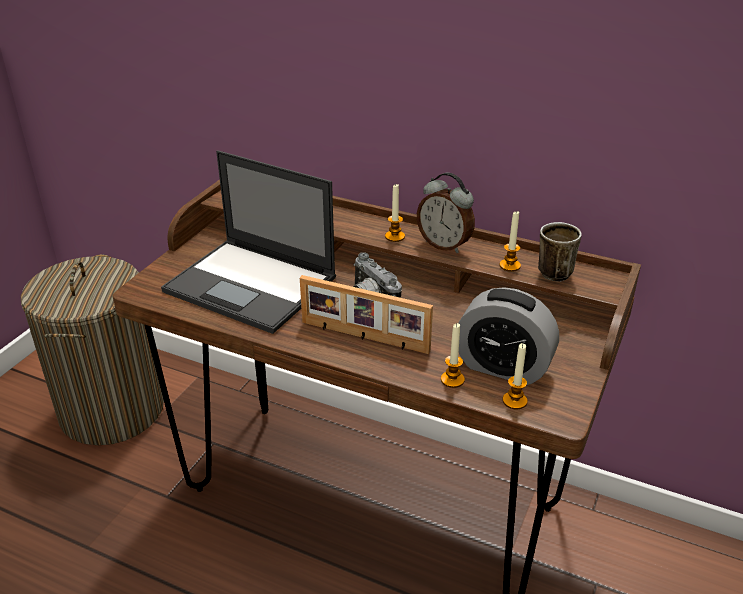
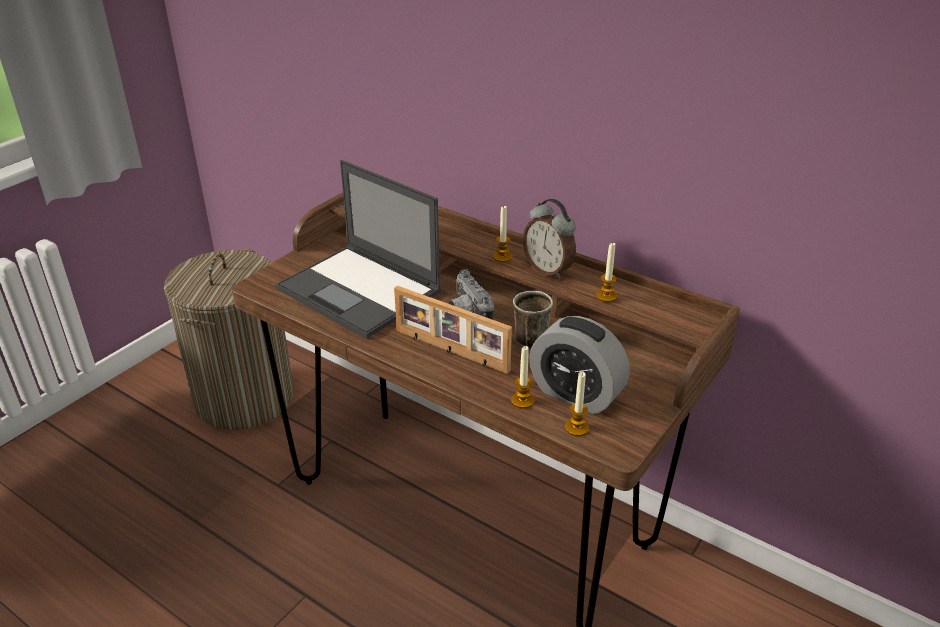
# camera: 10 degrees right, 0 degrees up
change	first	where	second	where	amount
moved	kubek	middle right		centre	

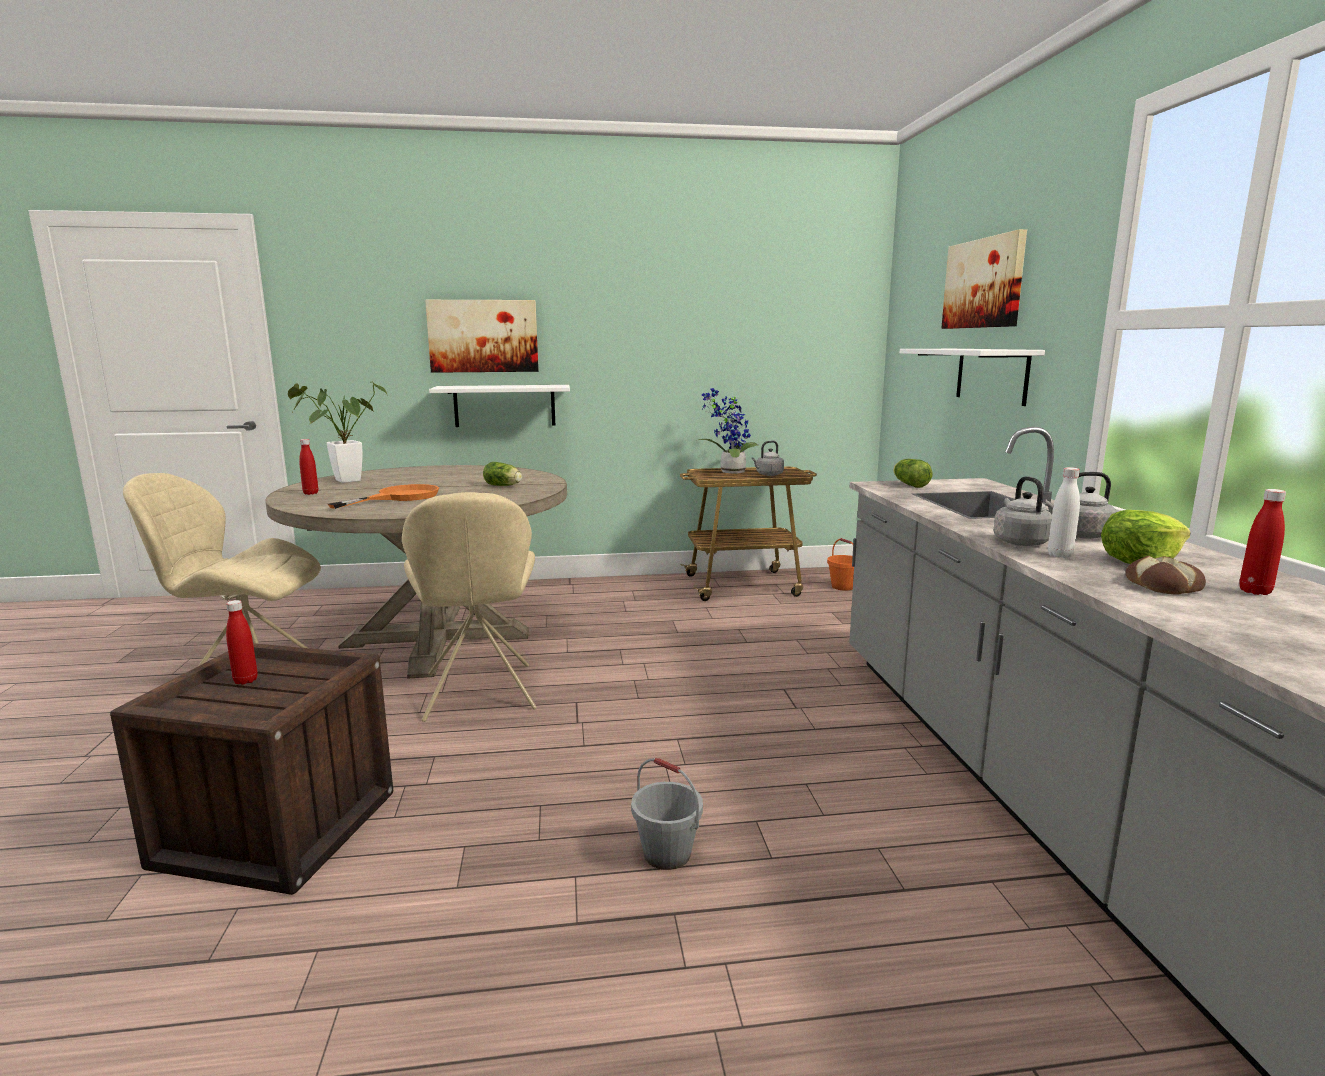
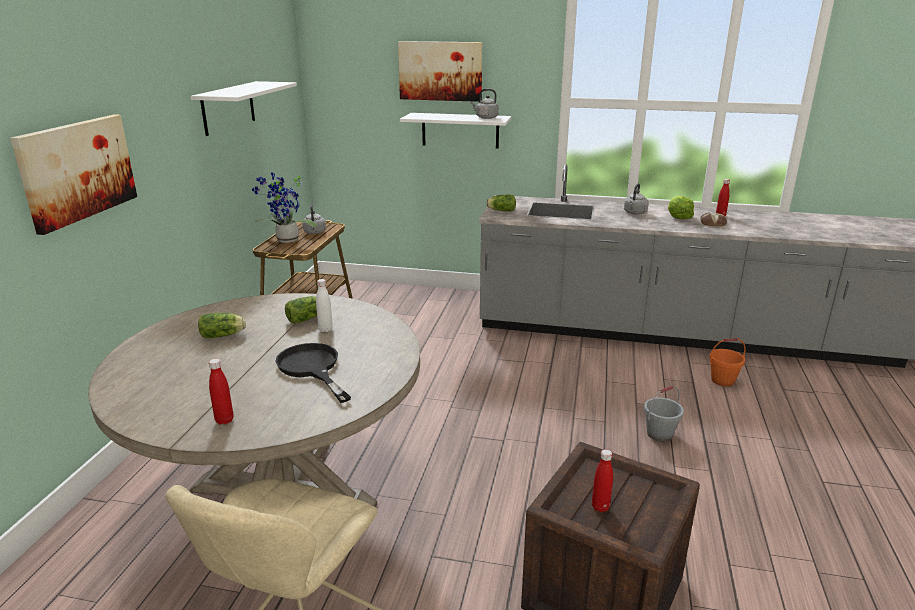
# camera: 70 degrees left, 10 degrees up
change	first	where	second	where	amount
removed	roślina doniczkowa (1st from left)	middle left			
removed	krzesło/beżowy (2nd from left)	centre			
added			sałata (1st from left)	middle left	
moved	półka/biały (1st from left)	centre		top left	
moved	wiadro/pomarańczowy	centre		middle right	
moved	czajnik/szary (2nd from left)	middle right		top centre	
moved	butelka/biały	middle right		centre	
recoloured	patelnia/pomarańczowy	middle left	patelnia/czarny	centre	

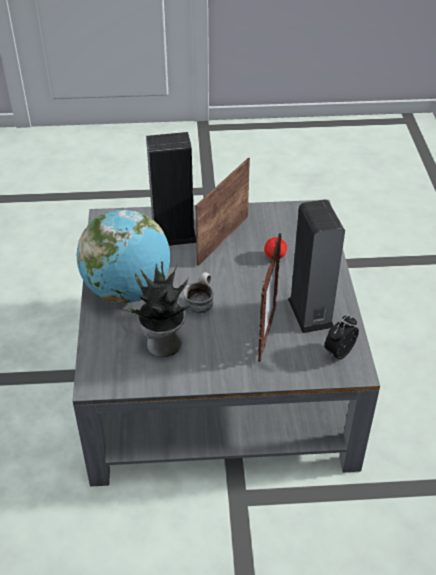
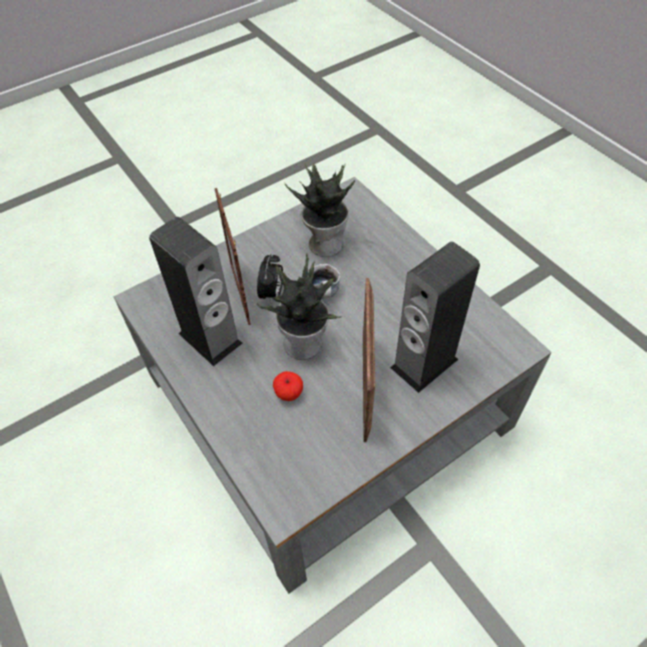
# camera: 150 degrees right, 10 degrees up
change	first	where	second	where	amount
removed	globus	middle left			
added			roślina doniczkowa (1st from left)	centre	
moved	budzik	middle right		centre	

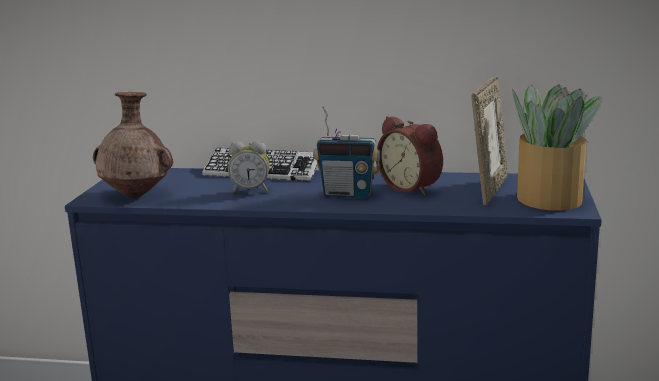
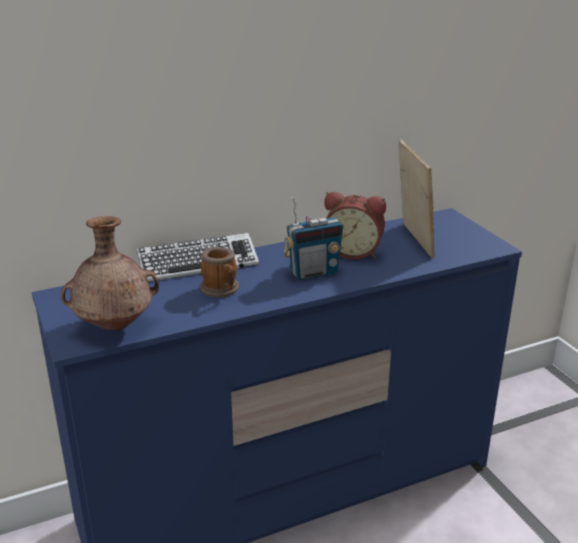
# camera: 35 degrees left, 10 degrees up
change	first	where	second	where	amount
removed	roślina doniczkowa	middle right			
replaced	budzik (1st from left)	centre	kubek	centre	

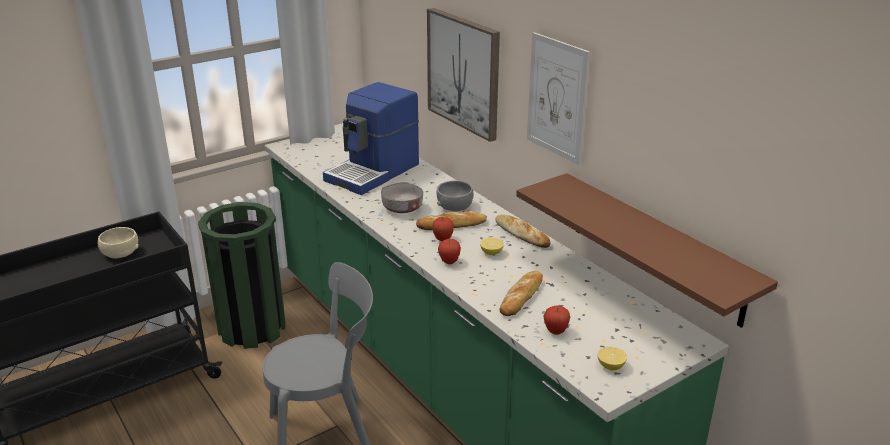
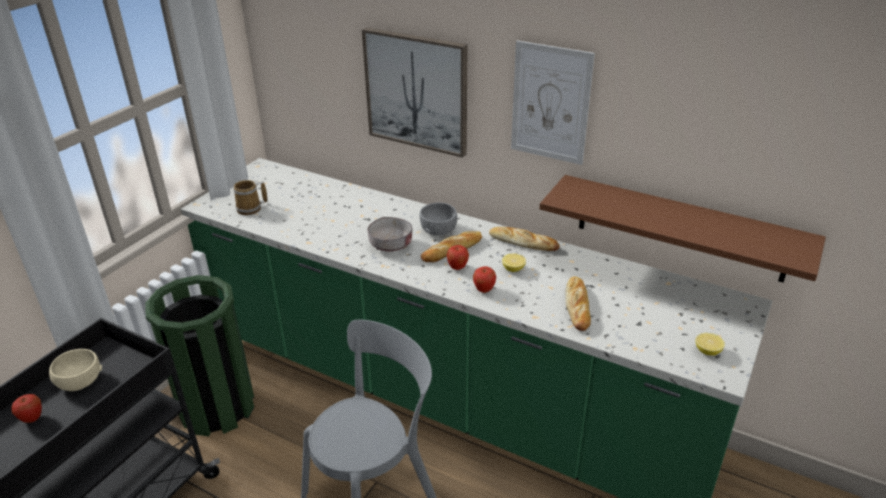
# camera: 25 degrees left, 5 degrees up
change	first	where	second	where	amount
removed	ekspres do kawy	top centre			
added			kubek	middle left	
moved	jabłko (3rd from left in the first image)	bottom centre	jabłko (1st from left)	bottom left	

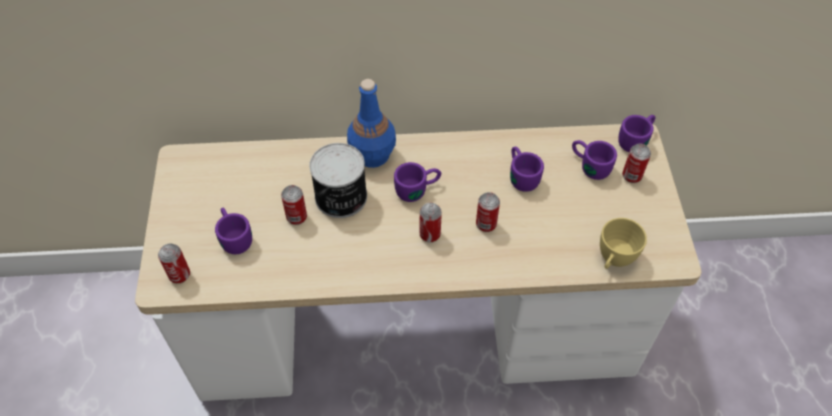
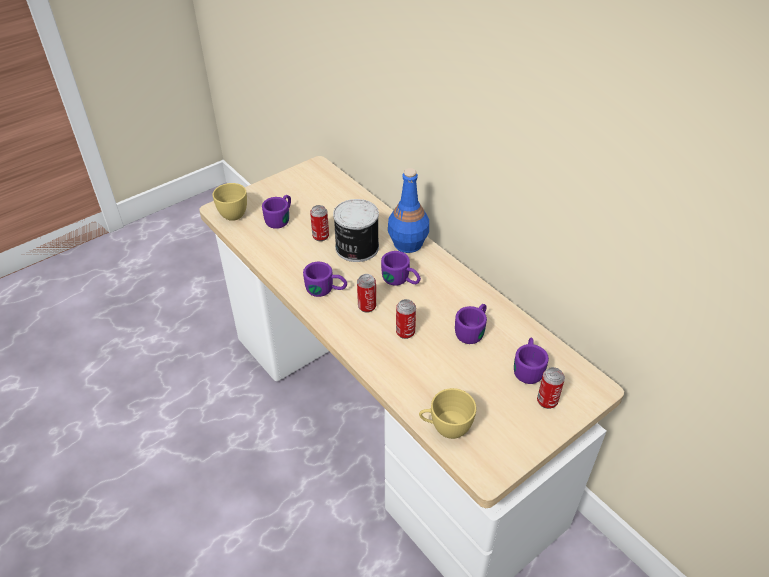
# camera: 55 degrees right, 10 degrees down
change	first	where	second	where	amount
moved	kubek/fioletowy (5th from left in the first image)	top right	kubek/fioletowy (2nd from left)	centre	
replaced	puszka (1st from left)	middle left	filiżanka/żółty (1st from left)	middle left	

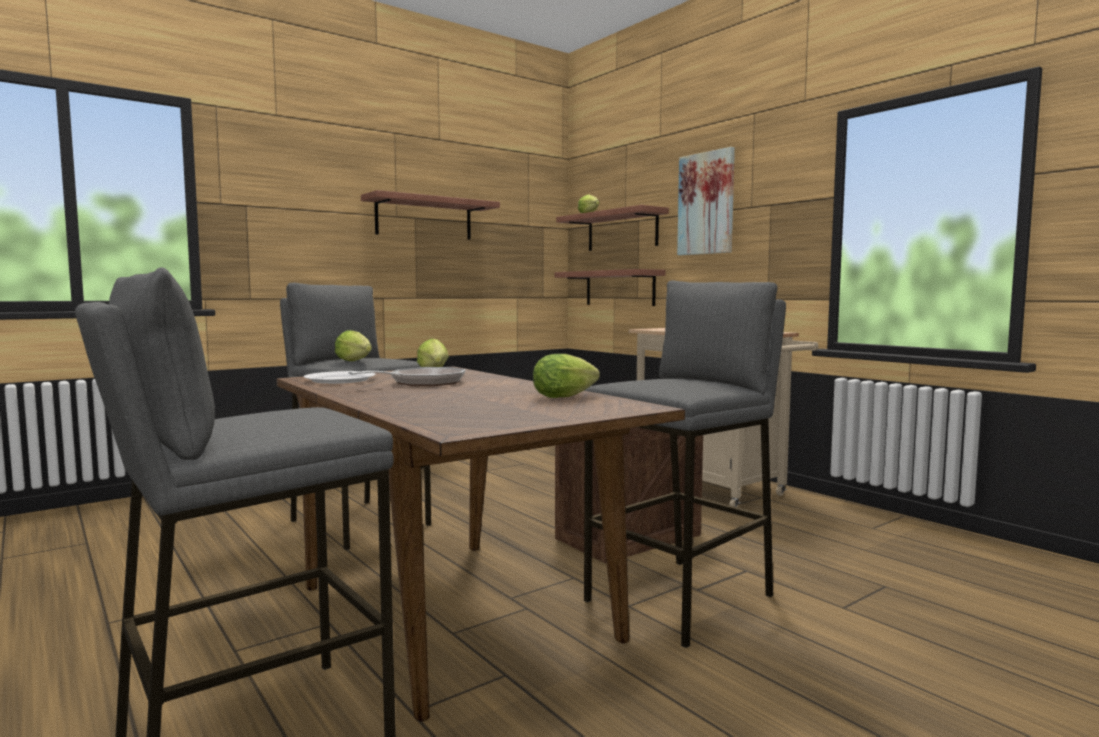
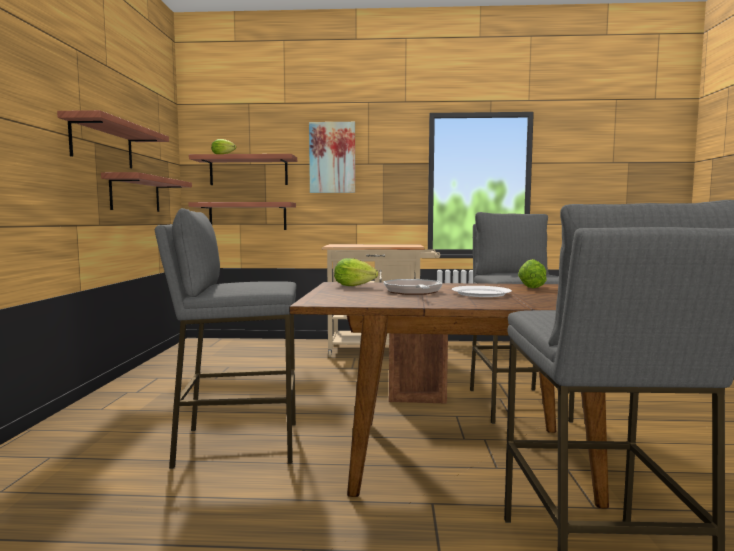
# camera: 50 degrees left, 0 degrees up
change	first	where	second	where	amount
removed	sałata (1st from left)	middle left			
added			półka (2nd from left)	middle left	
moved	talerz/biały	middle left		centre	

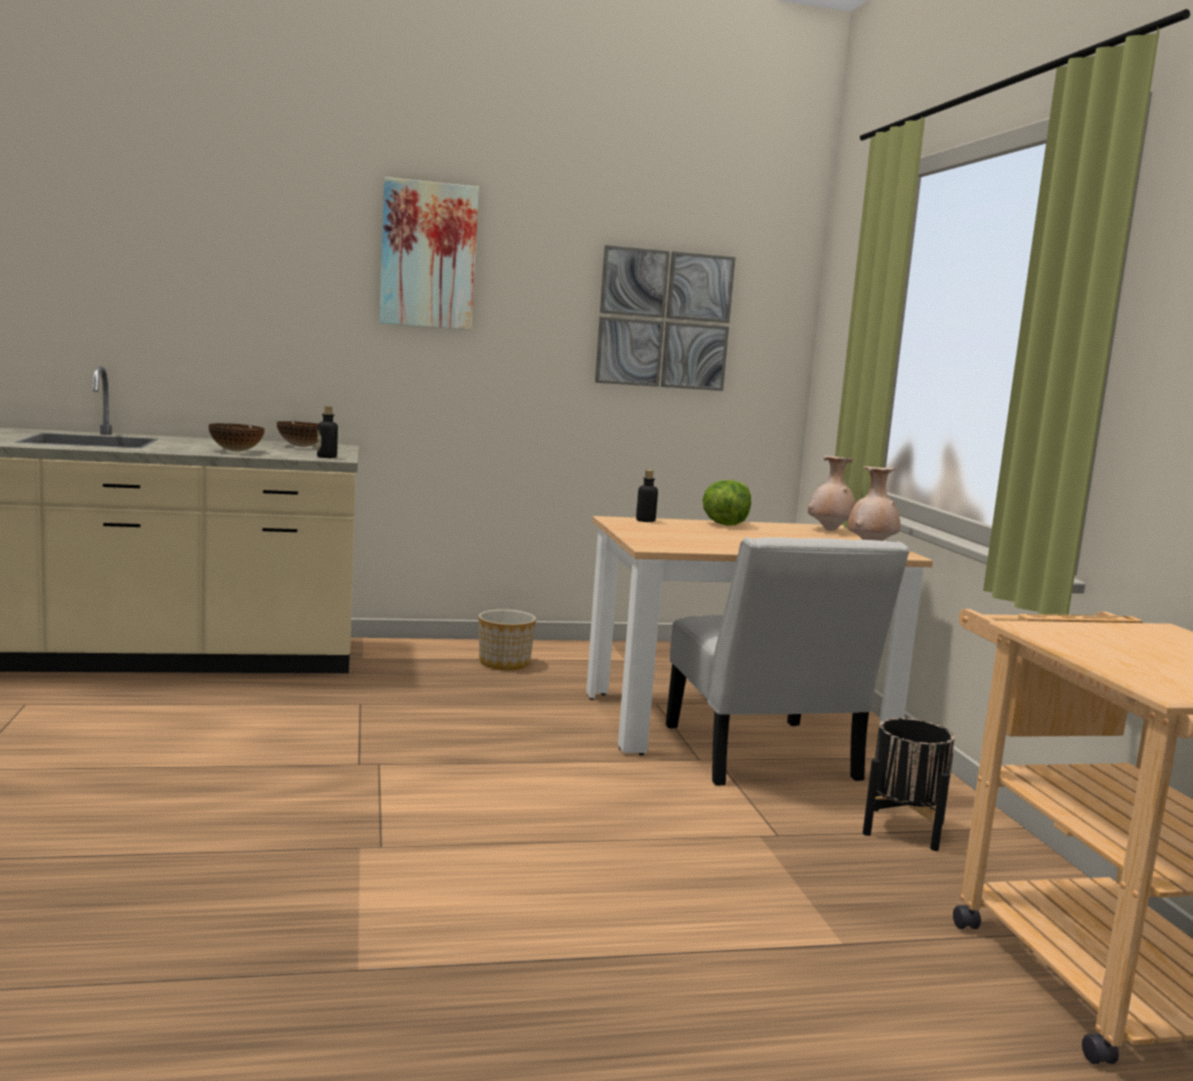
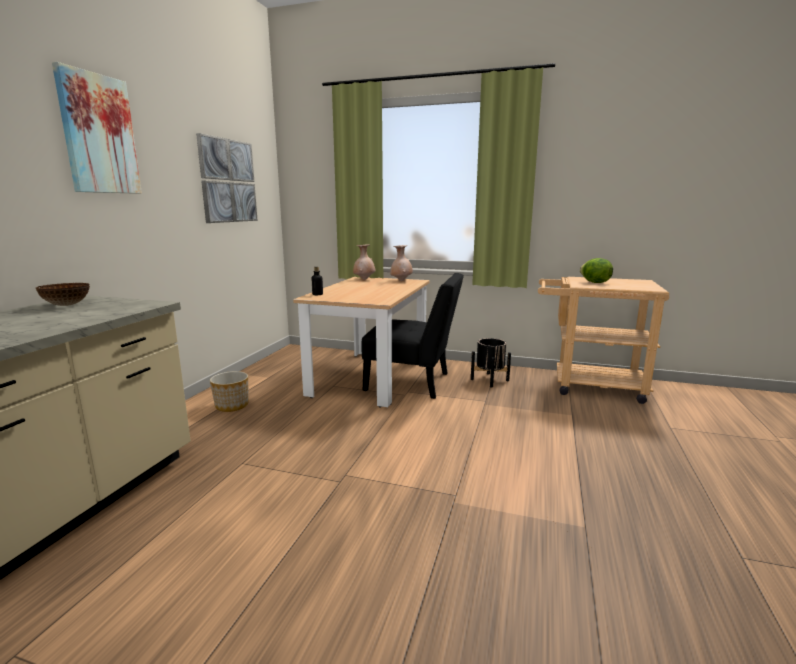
# camera: 60 degrees left, 5 degrees up
change	first	where	second	where	amount
removed	miska (1st from left)	middle left			
removed	butelka (1st from left)	middle left			
moved	sałata	centre		middle right	
recoloured	krzesło/biały	centre	krzesło/czarny	centre	

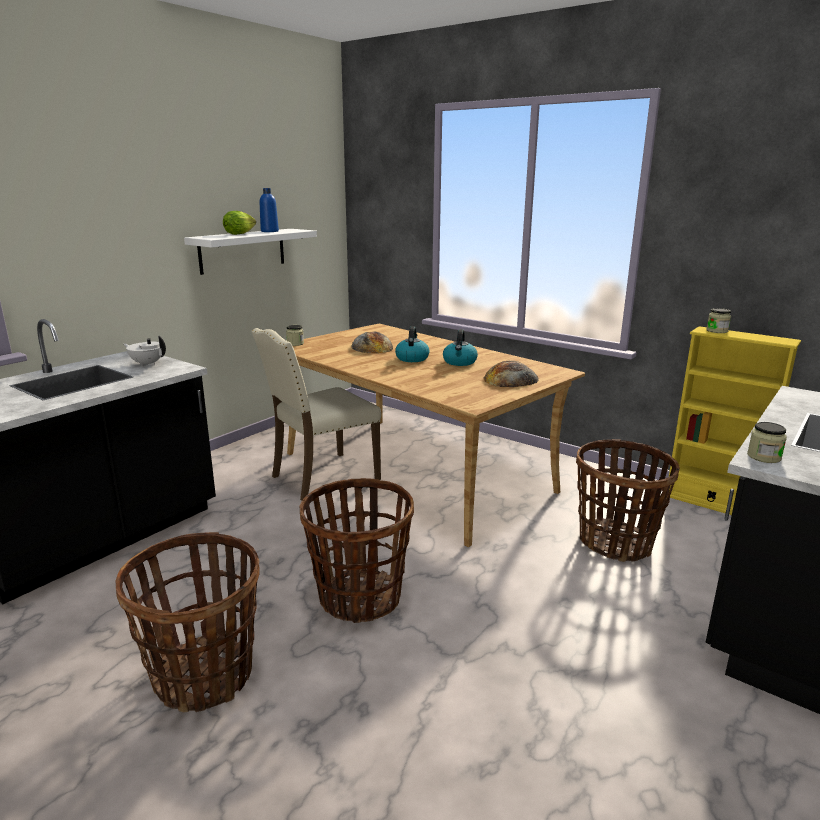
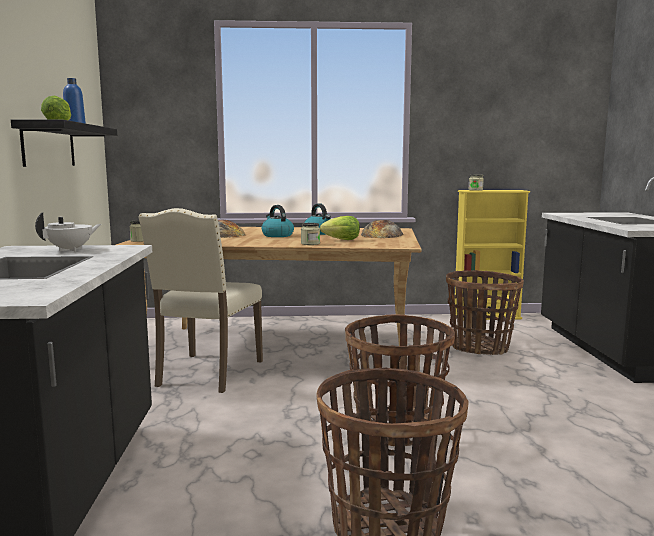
# camera: 40 degrees left, 10 degrees down
change	first	where	second	where	amount
added			sałata (2nd from left)	centre	
moved	słoik (3rd from left in the first image)	middle right	słoik (2nd from left)	centre	
recoloured	półka/biały	top left	półka/czarny	top left	
turned	imbryk/biały	middle left		middle left	150 degrees clockwise

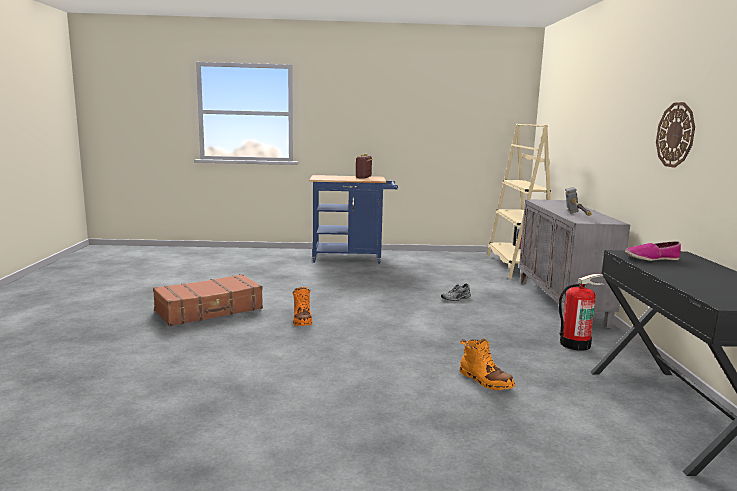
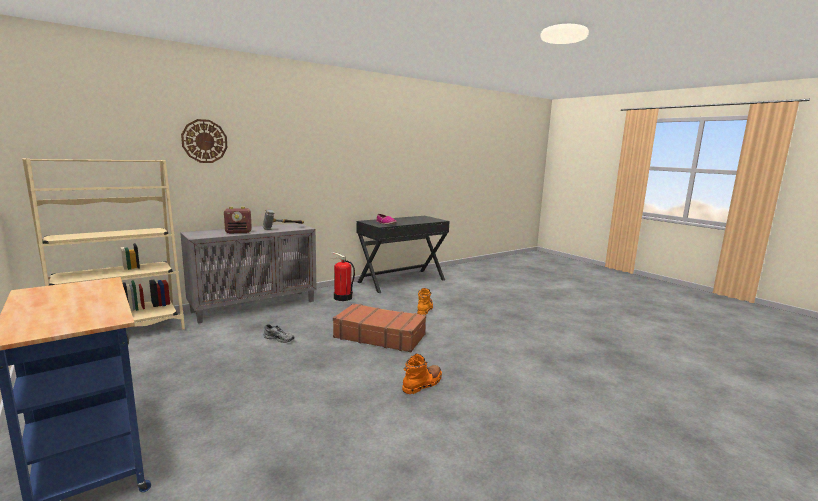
# camera: 125 degrees left, 0 degrees up
change	first	where	second	where	amount
moved	walizka/brązowy	middle left		centre	
moved	radio	centre		middle left	
moved	zegar ścienny	top right		top left	

